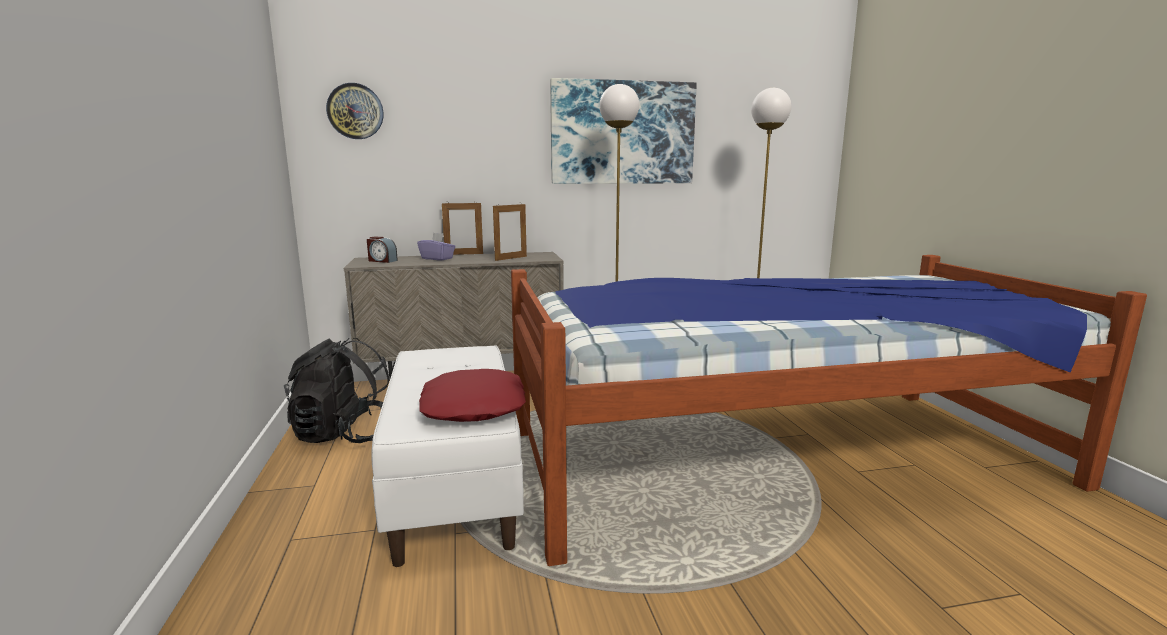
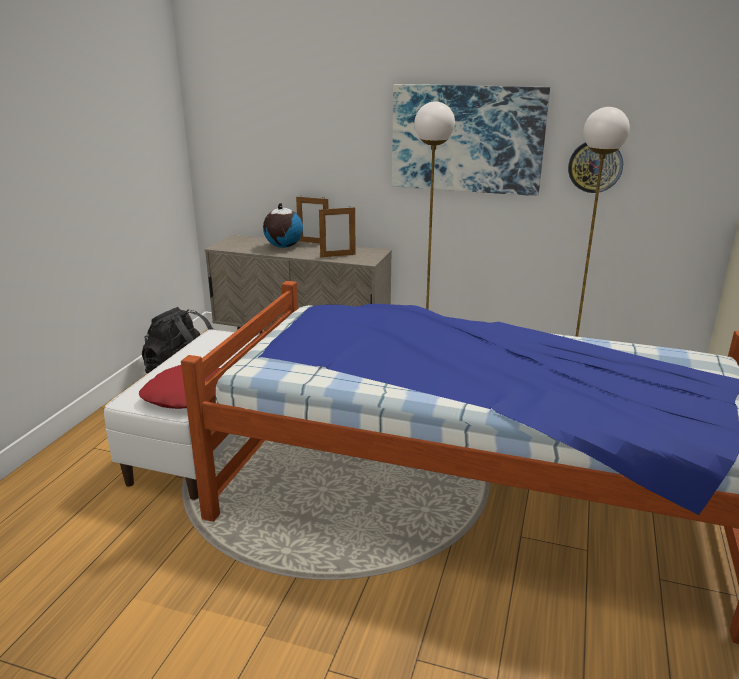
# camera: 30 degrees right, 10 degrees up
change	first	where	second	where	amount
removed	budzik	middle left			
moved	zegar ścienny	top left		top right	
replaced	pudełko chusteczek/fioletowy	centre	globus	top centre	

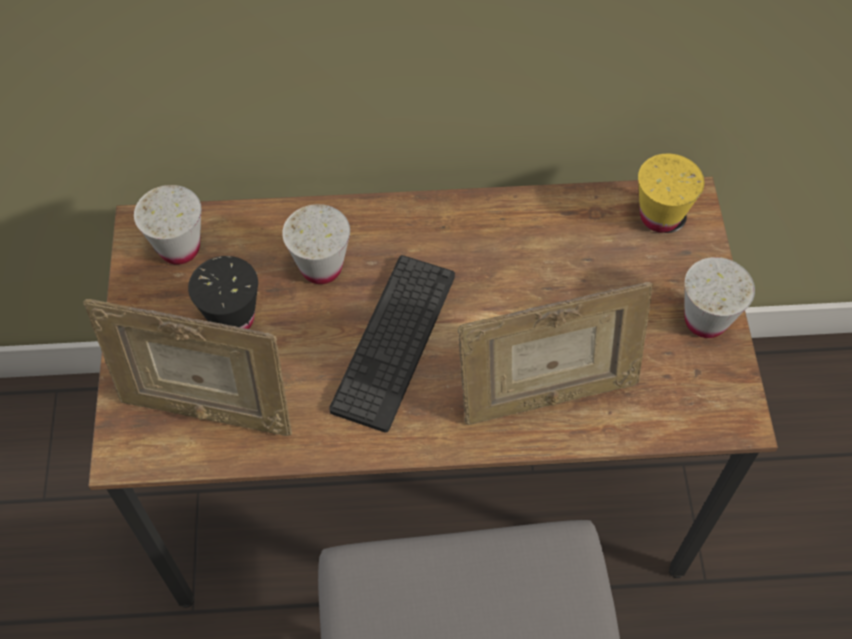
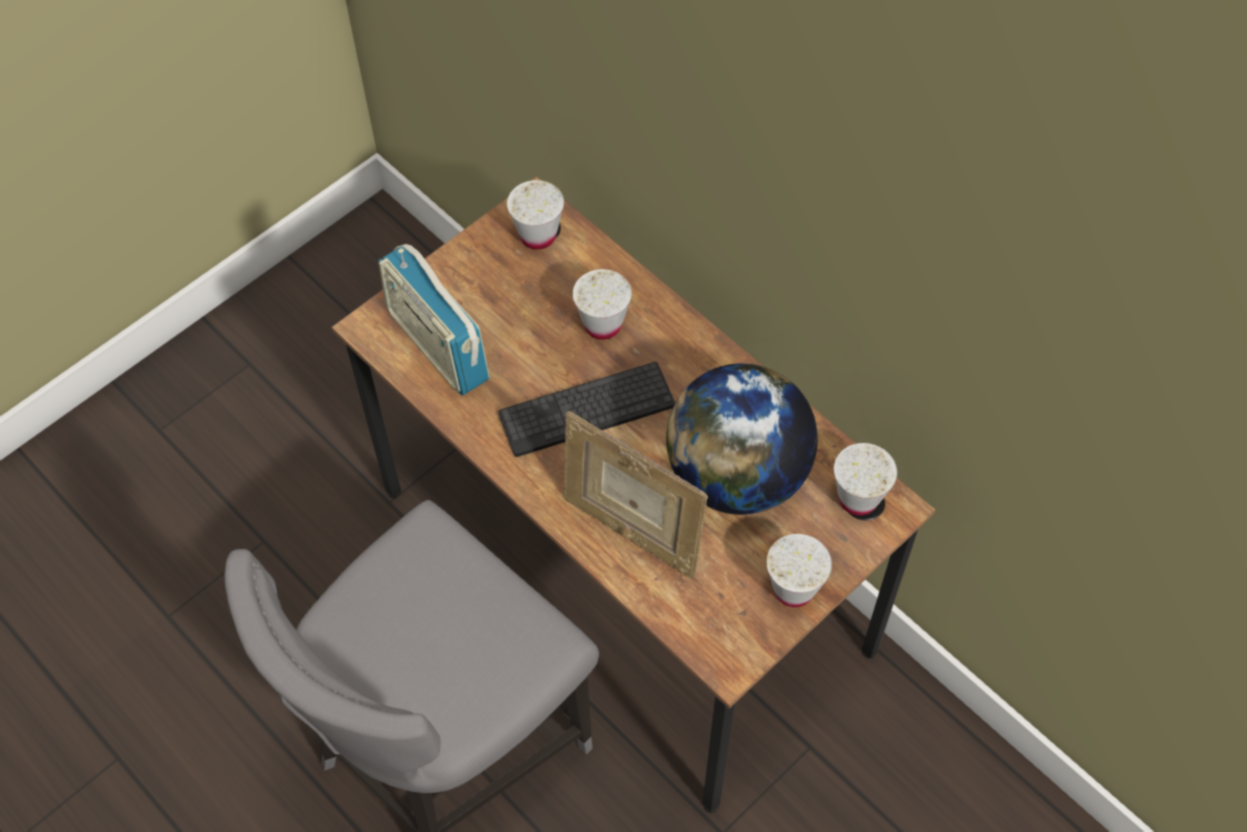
# camera: 50 degrees right, 0 degrees up
change	first	where	second	where	amount
removed	filiżanka/czarny	middle left			
added			globus	centre	
replaced	ramka na zdjęcie (1st from left)	middle left	radio	centre	
recoloured	filiżanka/żółty	top right	filiżanka/biały (4th from left)	middle right	

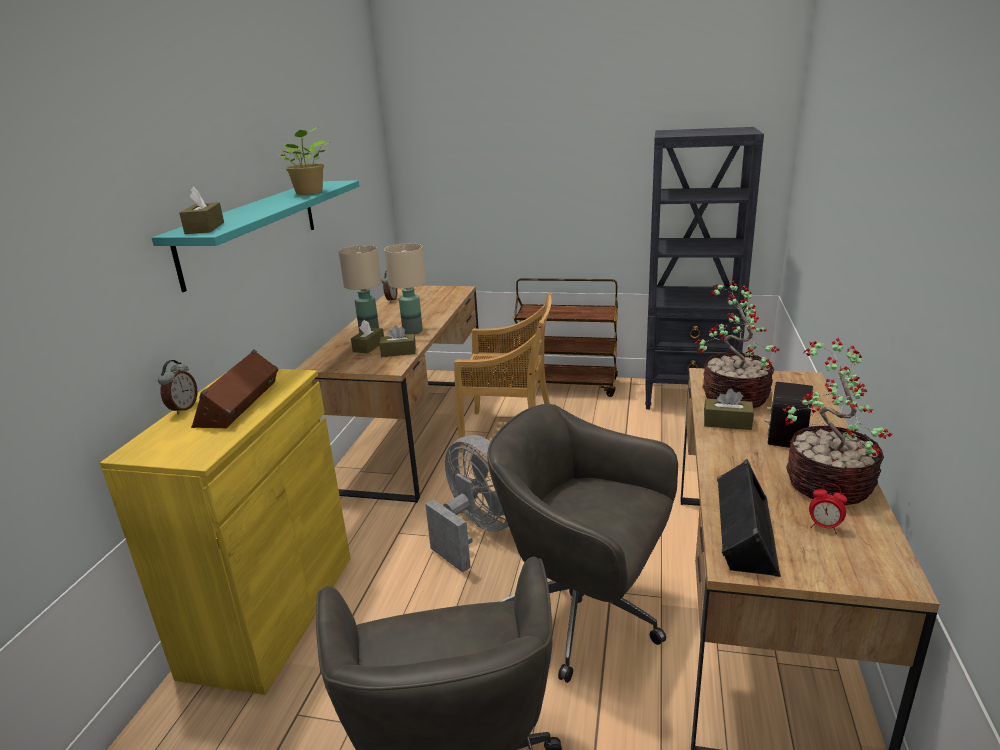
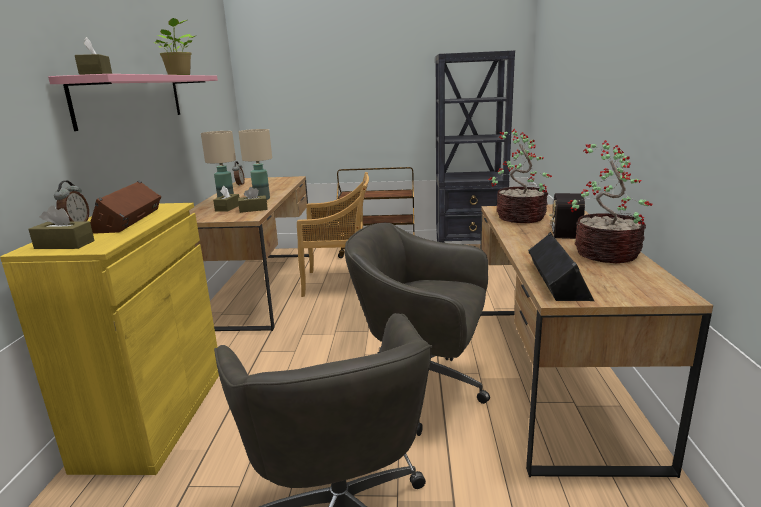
# camera: 10 degrees left, 5 degrees down
change	first	where	second	where	amount
removed	wentylator/szary	bottom centre			
removed	budzik (3rd from left)	bottom right			
moved	pudełko chusteczek/brązowy (4th from left in the first image)	middle right	pudełko chusteczek/brązowy (1st from left)	middle left	
recoloured	półka/turkusowy	top left	półka/różowy	top left	

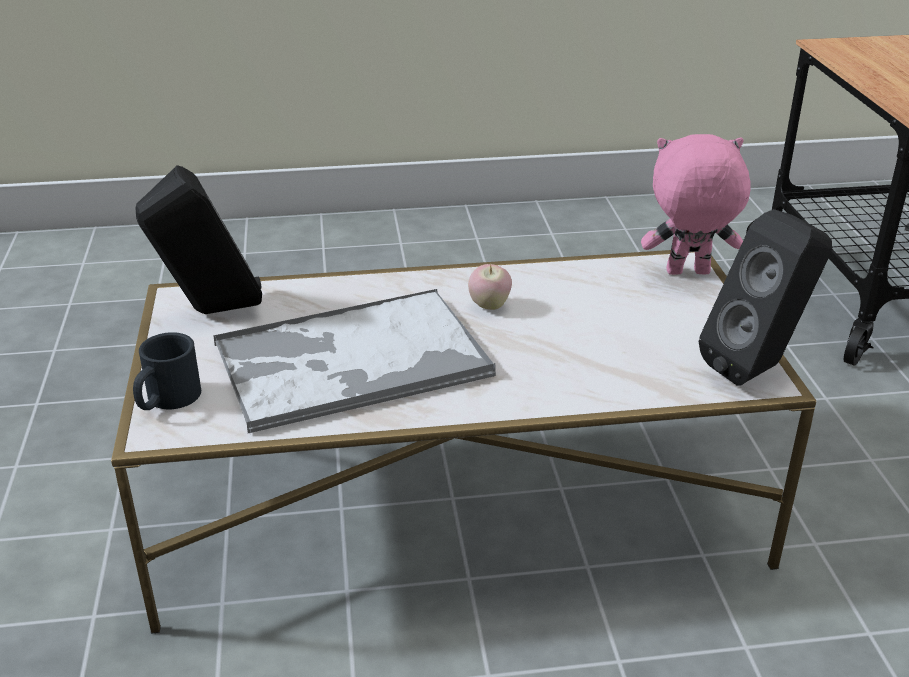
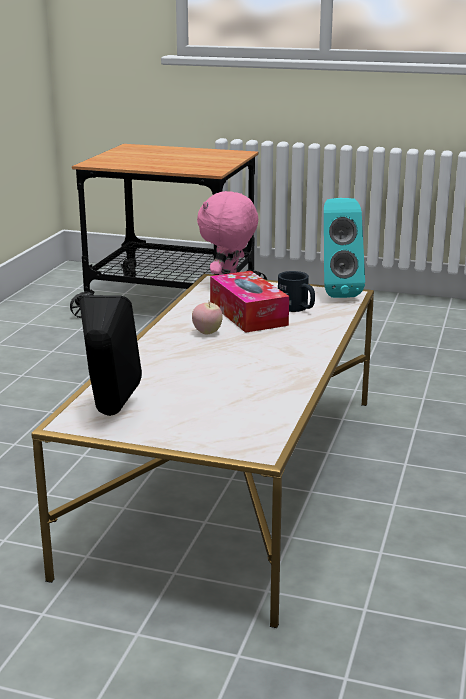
# camera: 65 degrees left, 10 degrees down
change	first	where	second	where	amount
removed	taca	centre			
added			pudełko chusteczek	centre	
moved	kubek/czarny	middle left		centre	
recoloured	głośnik/czarny (2nd from left)	middle right	głośnik/turkusowy	middle right	

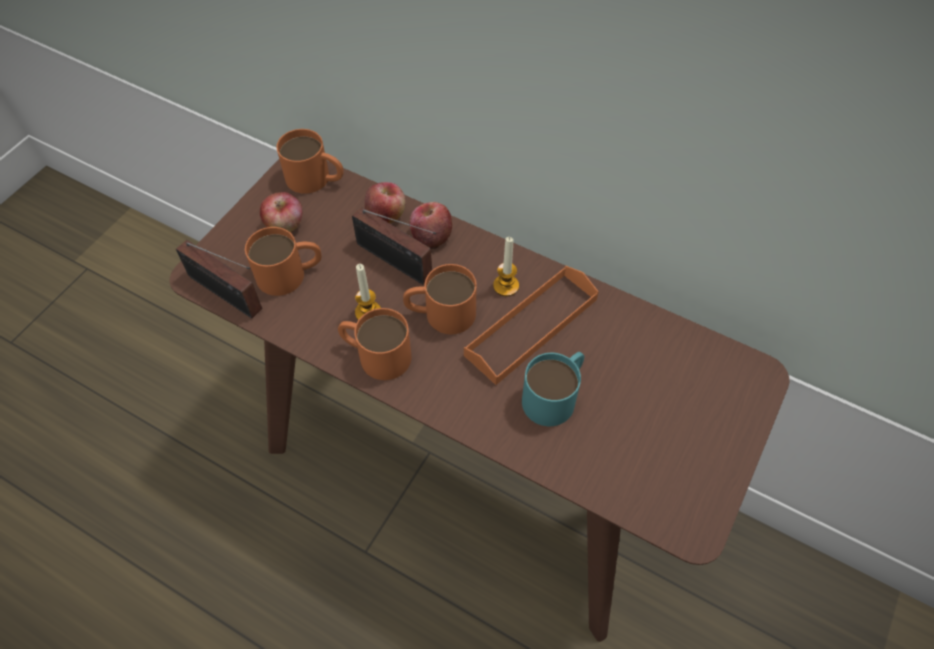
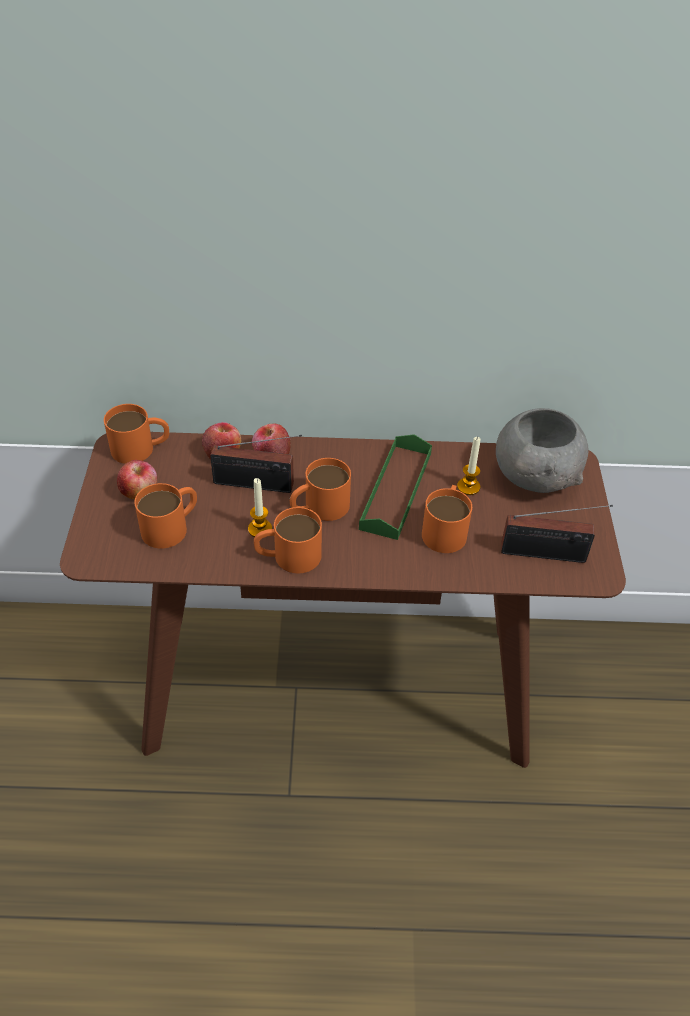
# camera: 30 degrees left, 10 degrees down
change	first	where	second	where	amount
added			miska/szary	middle right	
moved	radio (1st from left in the first image)	middle left	radio (2nd from left)	middle right	
moved	świeca (2nd from left)	centre		middle right	
recoloured	taca/pomarańczowy	centre	taca/zielony	centre	
recoloured	kubek/turkusowy	centre	kubek/pomarańczowy (5th from left)	centre	

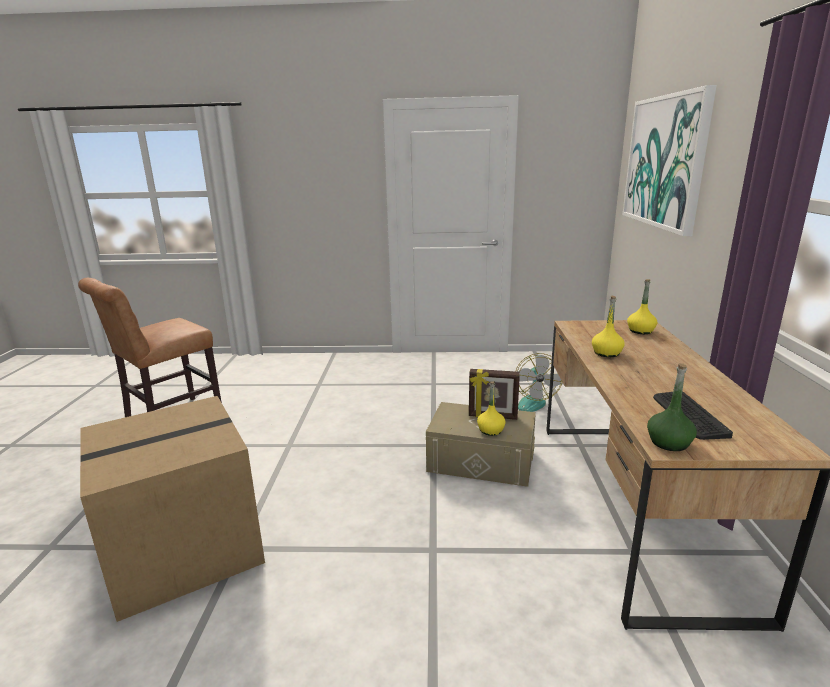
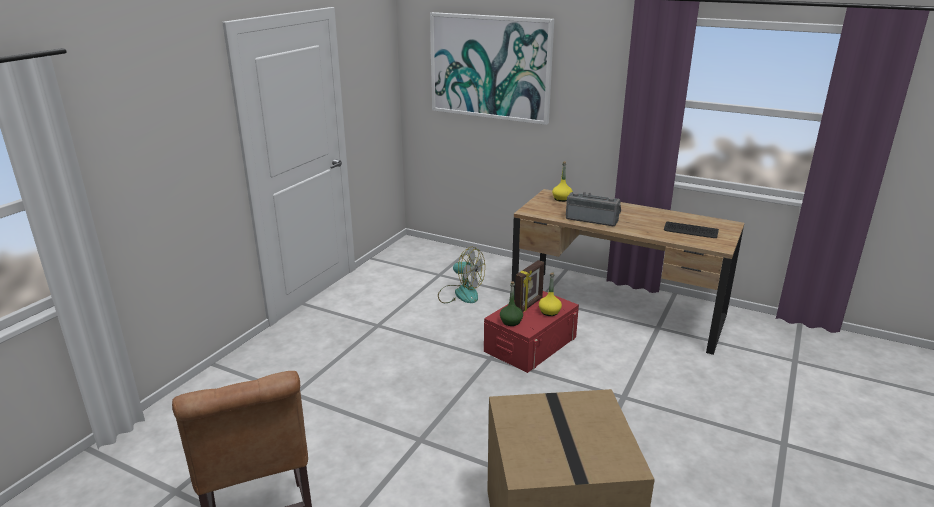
# camera: 65 degrees left, 5 degrees up
change	first	where	second	where	amount
moved	butelka/zielony	middle right		centre	
replaced	butelka/żółty (2nd from left)	middle right	radio	centre	
recoloured	pojemnik do przechowywania/beżowy	centre	pojemnik do przechowywania/czerwony	centre	

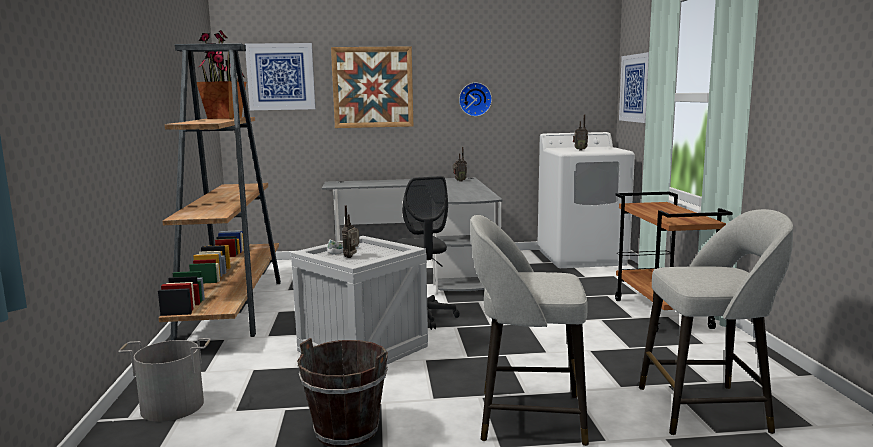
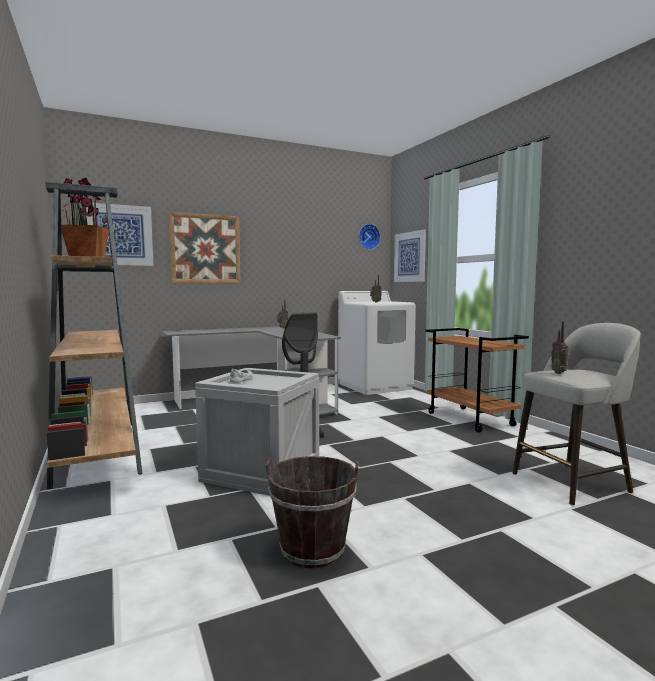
# camera: 20 degrees left, 5 degrees down
change	first	where	second	where	amount
removed	wiadro/szary	bottom left			
removed	stołek/szary (1st from left)	bottom centre			
moved	radio (1st from left in the first image)	centre	radio (3rd from left)	middle right	
moved	zegar ścienny	top centre		centre	

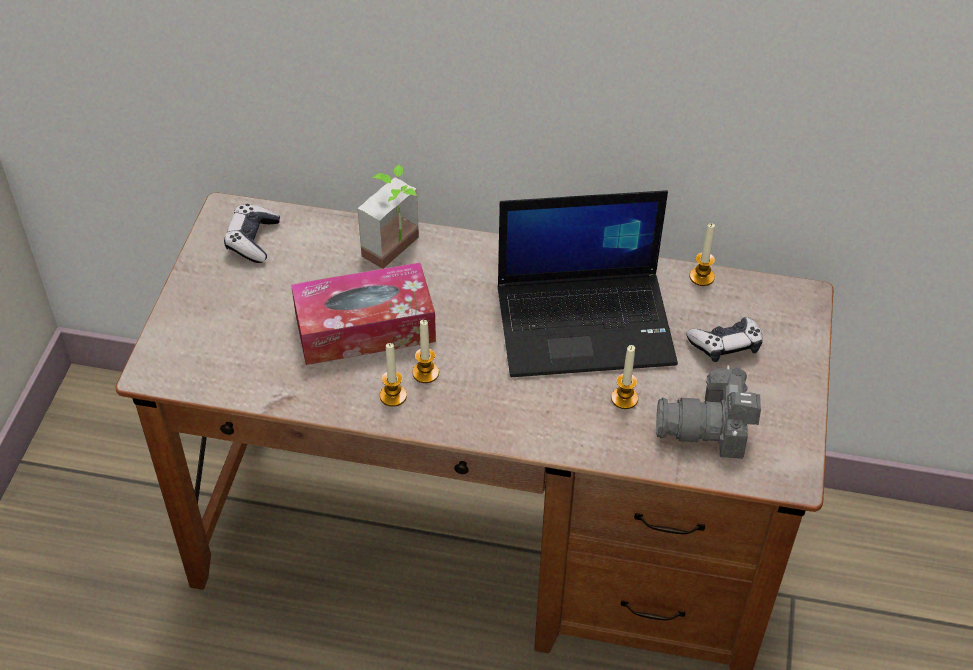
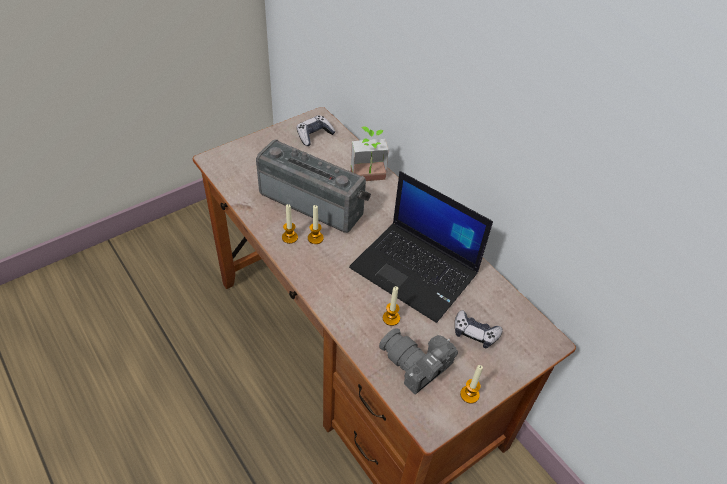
# camera: 40 degrees right, 0 degrees up
change	first	where	second	where	amount
moved	świeca (4th from left)	middle right		bottom centre	
replaced	pudełko chusteczek	centre	radio	centre	

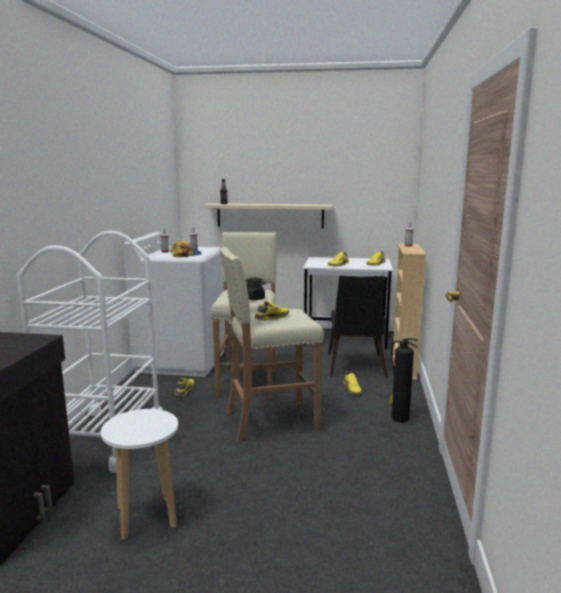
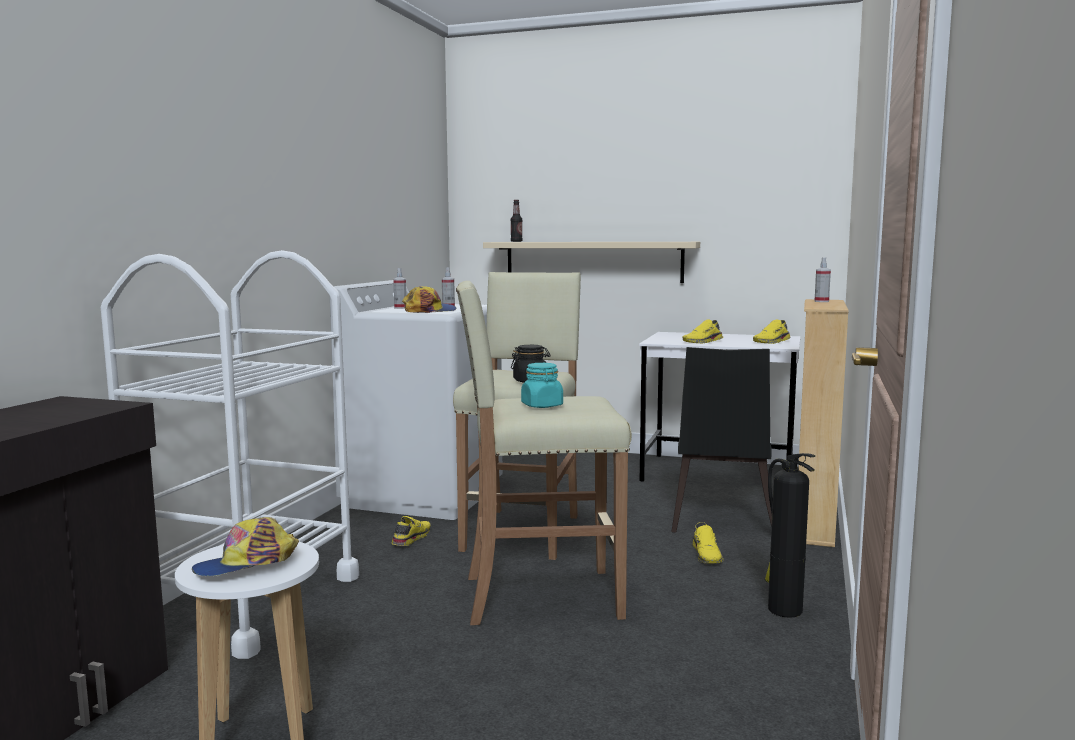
# camera: 10 degrees right, 5 degrees down
change	first	where	second	where	amount
added			czapka z daszkiem (1st from left)	bottom left	
replaced	but/żółty (2nd from left)	centre	słoik/turkusowy	centre	

